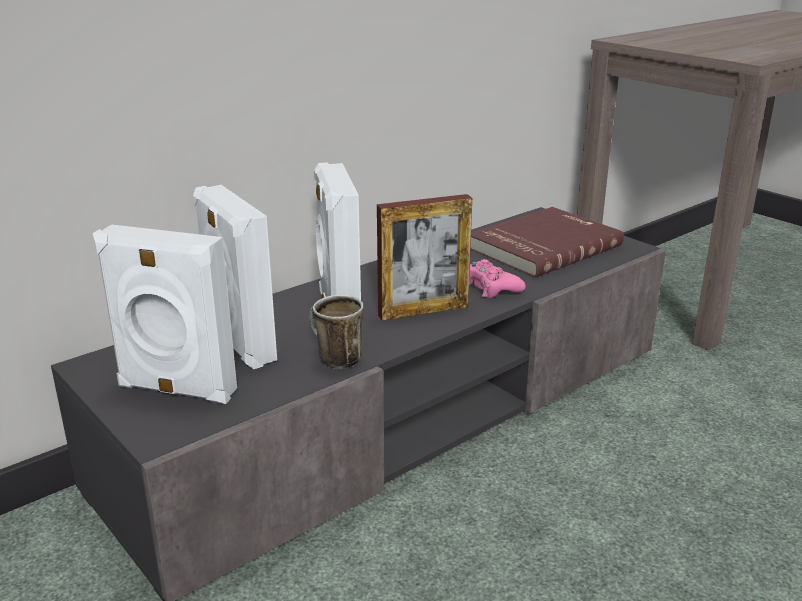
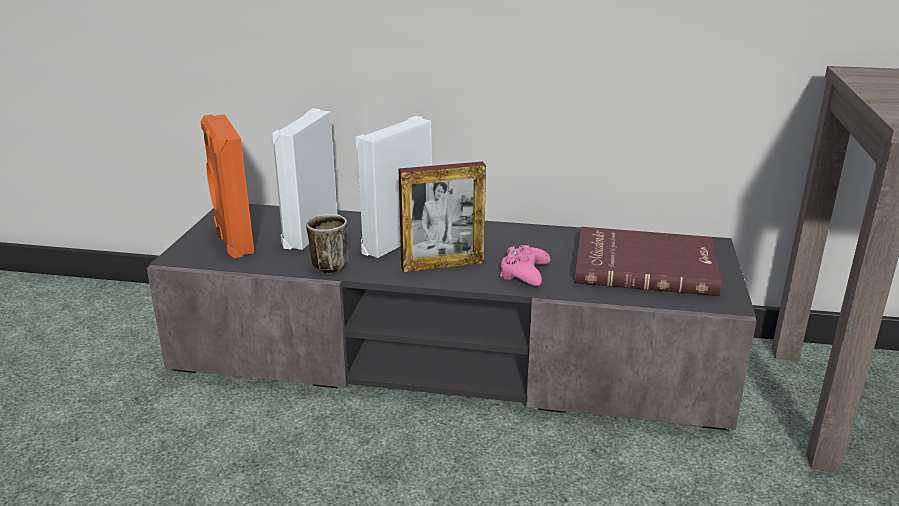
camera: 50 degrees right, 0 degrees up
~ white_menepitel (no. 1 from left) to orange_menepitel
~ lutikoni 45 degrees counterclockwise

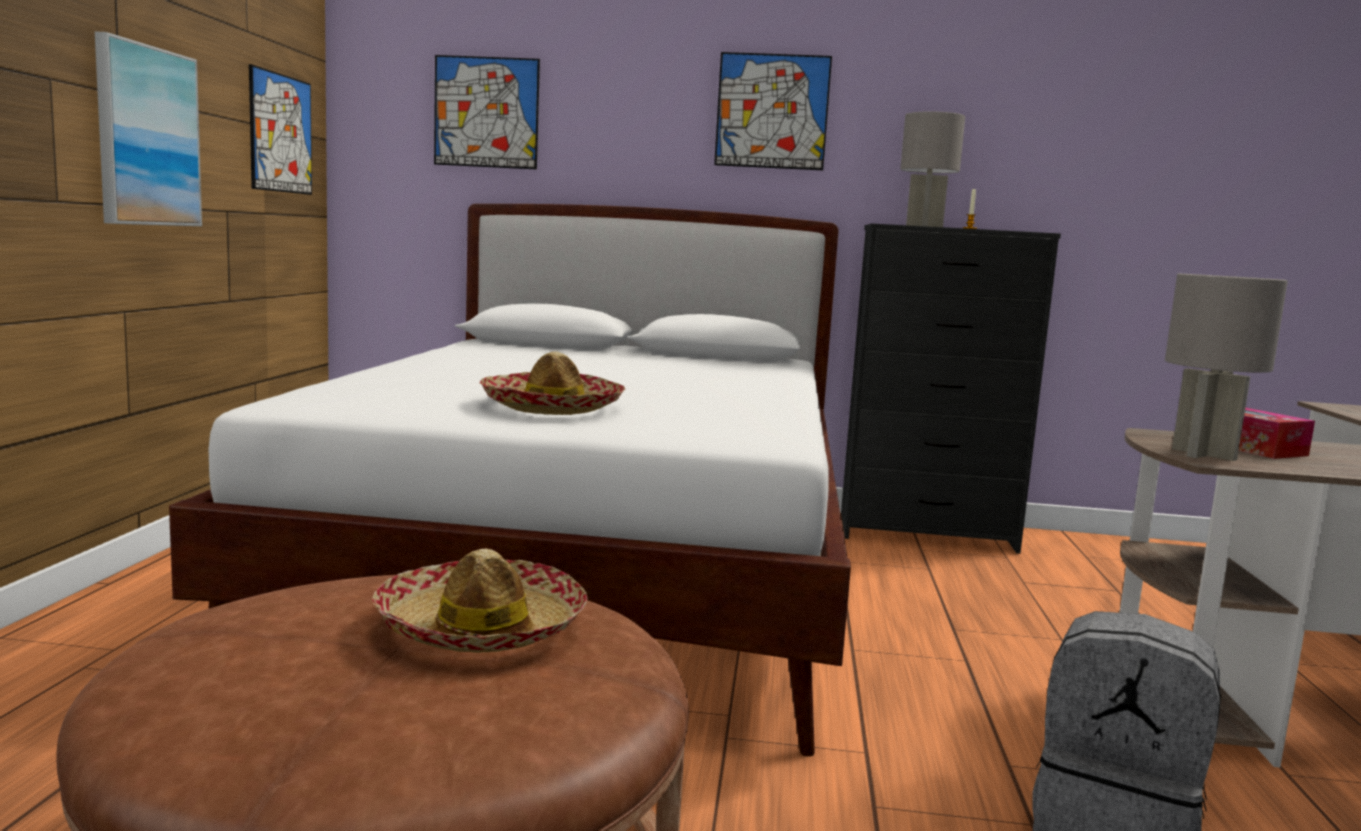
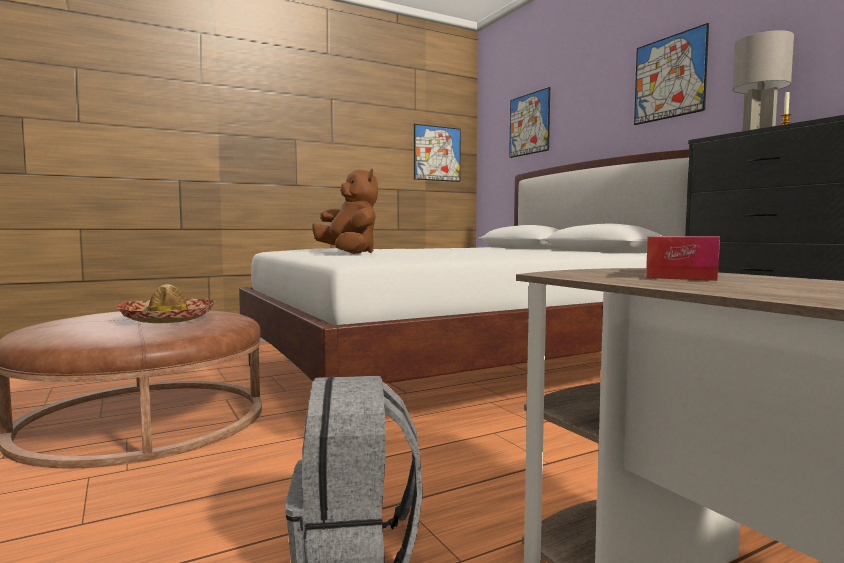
camera: 55 degrees right, 5 degrees down
- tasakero (no. 1 from left)
~ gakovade (no. 2 from left) to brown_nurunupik
- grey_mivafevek (no. 2 from left)

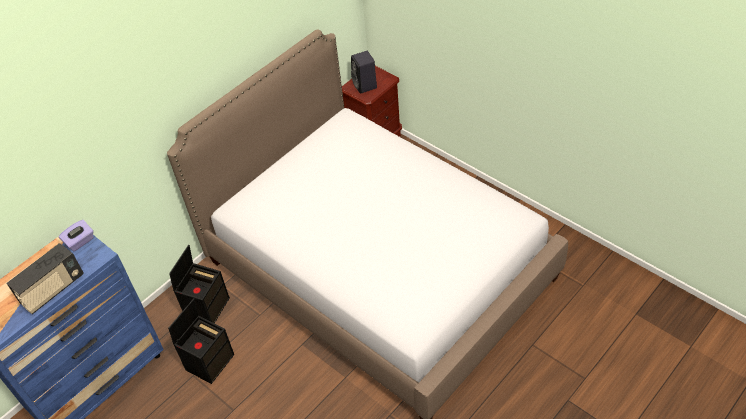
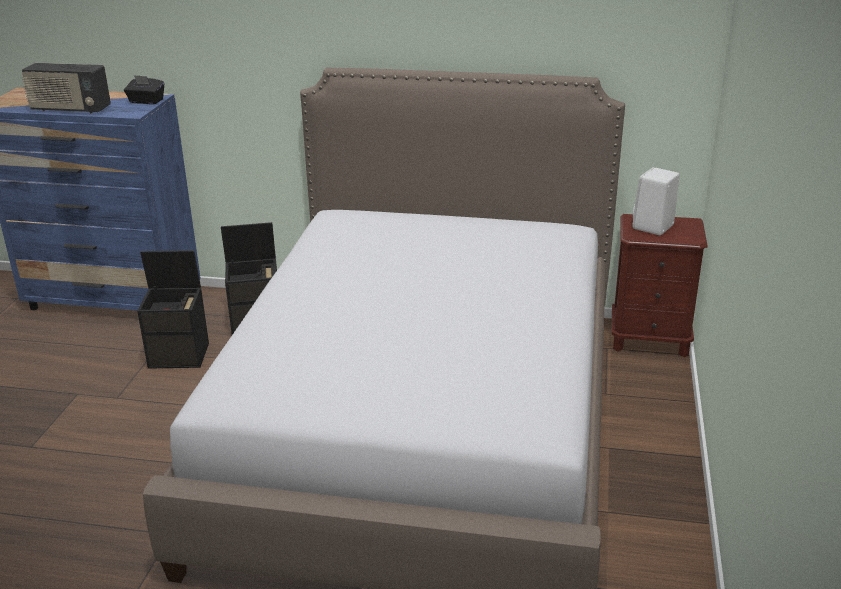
camera: 55 degrees right, 20 degrees down
~ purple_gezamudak to black_gezamudak
~ black_menepitel to white_menepitel

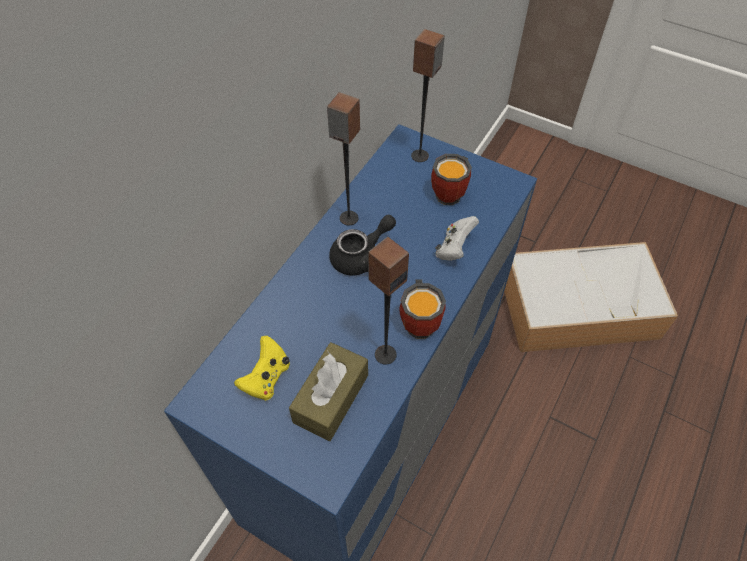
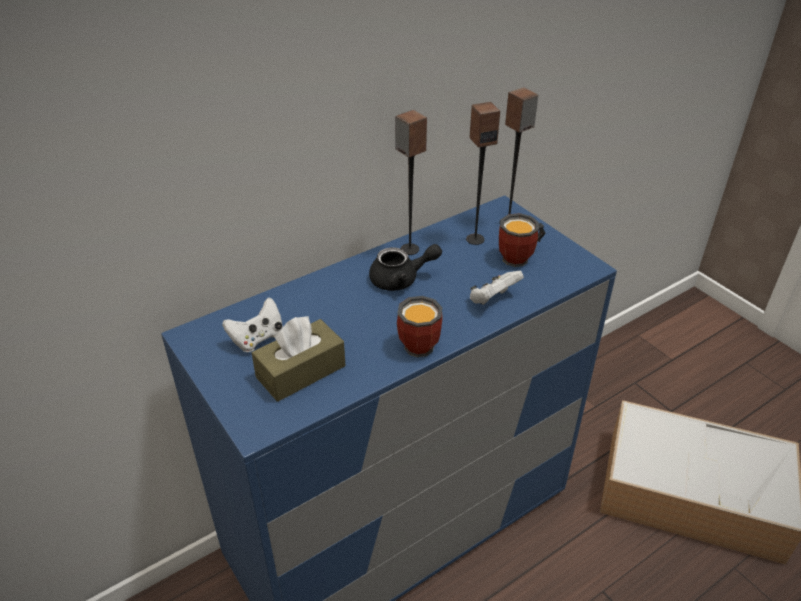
camera: 25 degrees right, 15 degrees down
~ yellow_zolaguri to white_zolaguri (no. 1 from left)
~ menepitel (no. 2 from left)

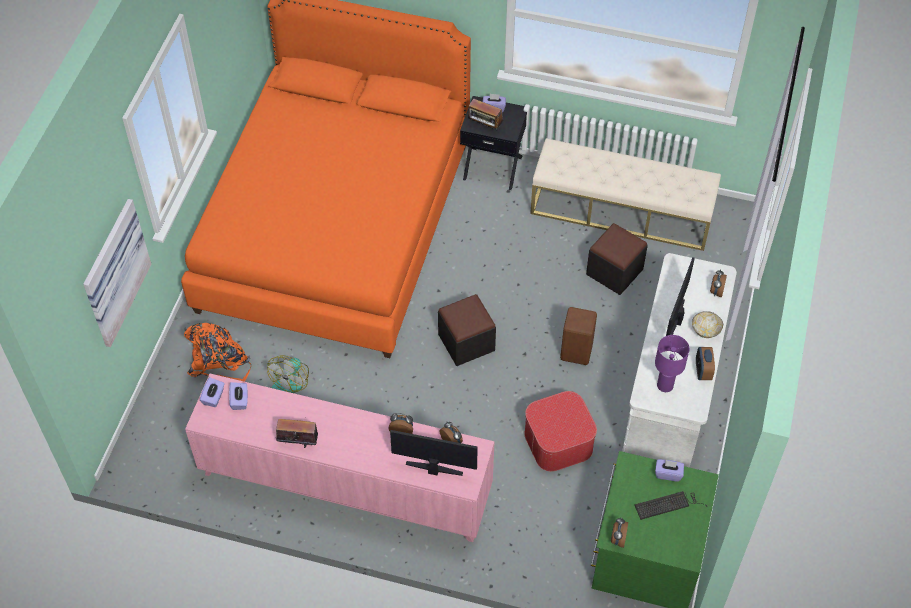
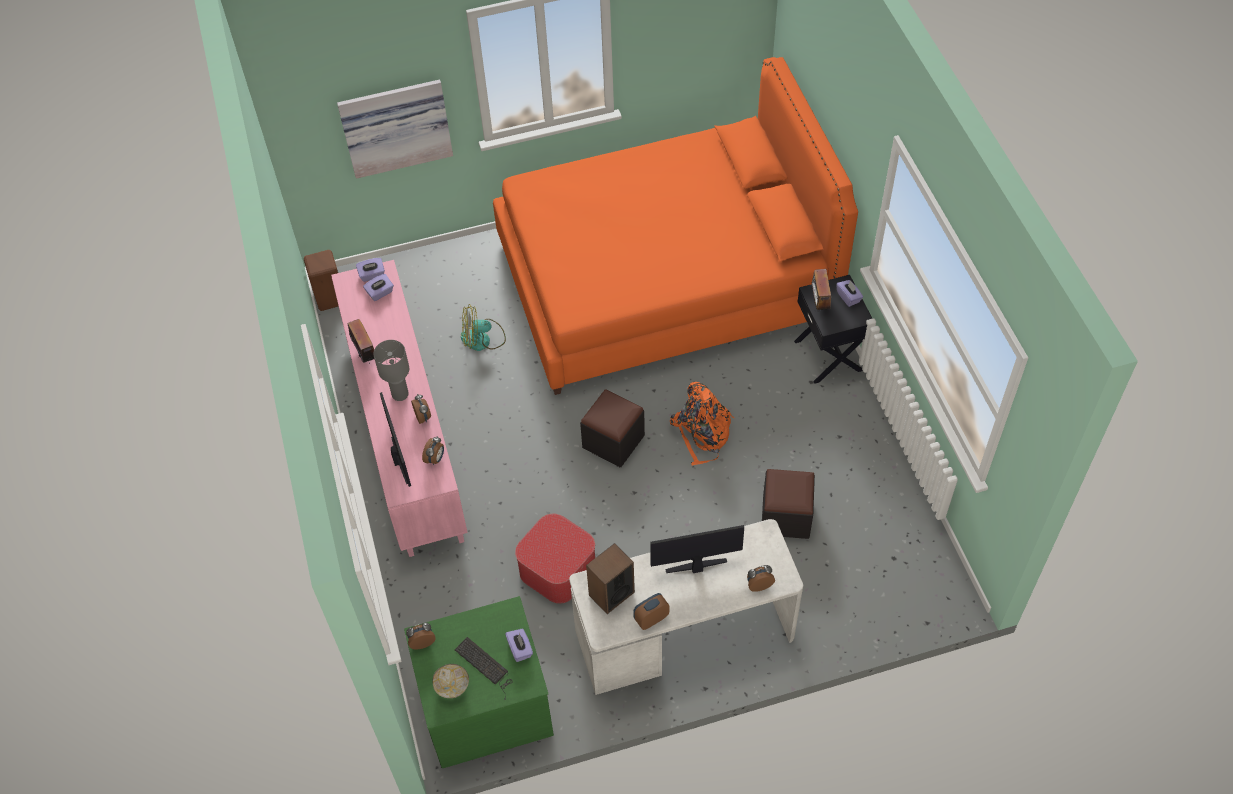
camera: 60 degrees right, 0 degrees up
~ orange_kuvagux
- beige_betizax
~ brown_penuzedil
~ purple_mivafevek to menepitel
~ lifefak
+ grey_mivafevek

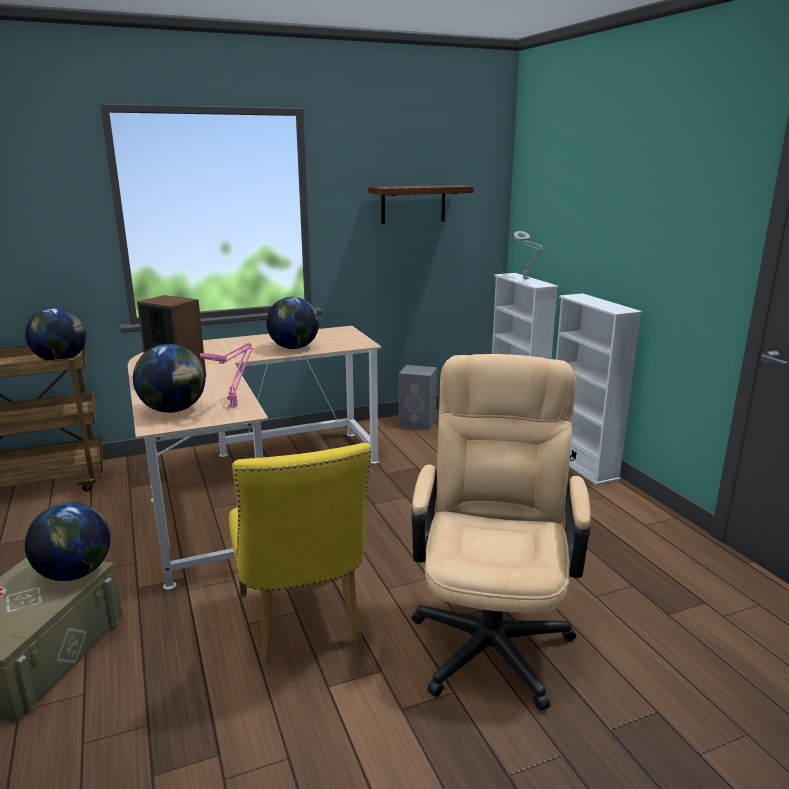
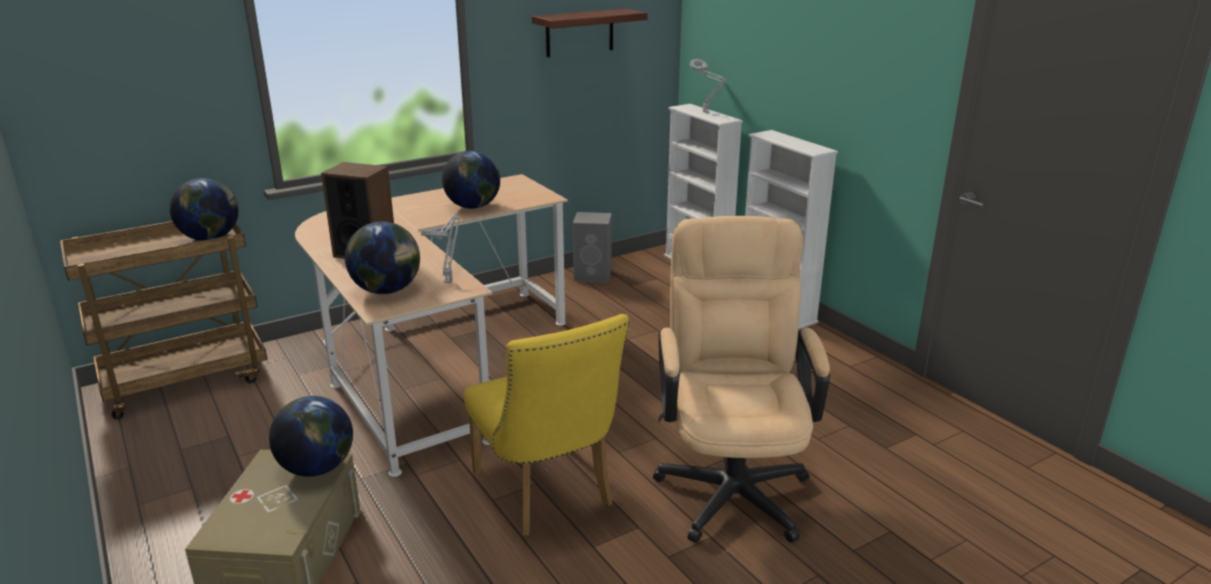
camera: 10 degrees left, 5 degrees up
~ pink_mivafevek to grey_mivafevek (no. 1 from left)

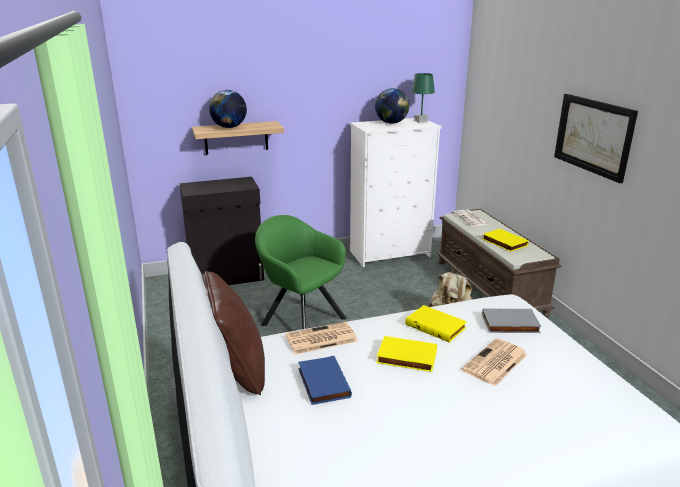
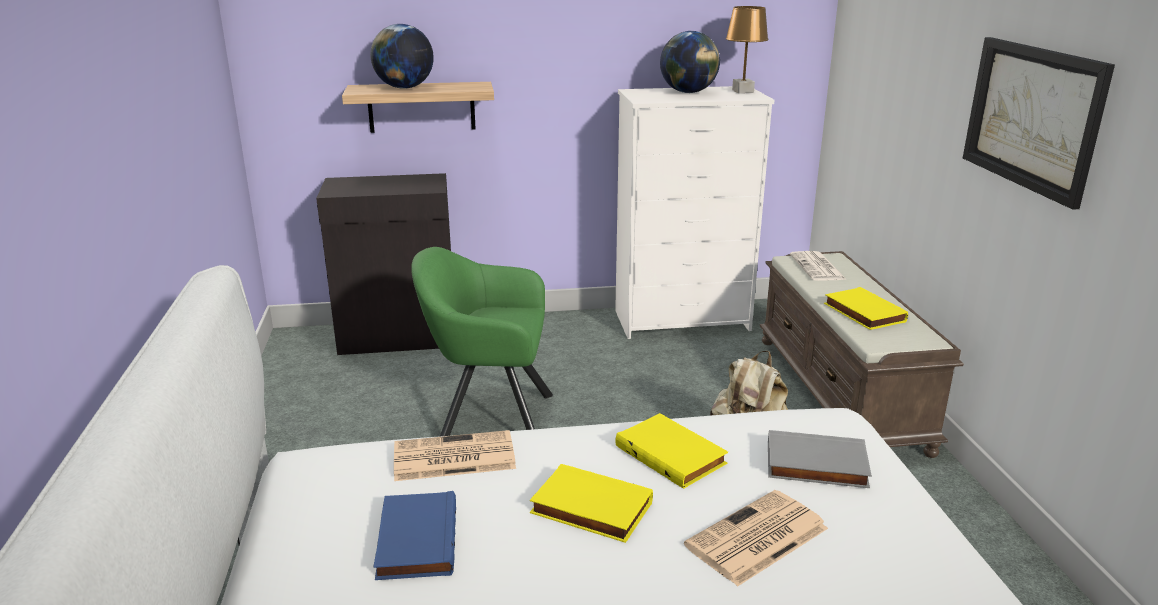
camera: 10 degrees right, 0 degrees up
- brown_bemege
~ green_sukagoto 45 degrees counterclockwise
~ green_mivafevek to brown_mivafevek

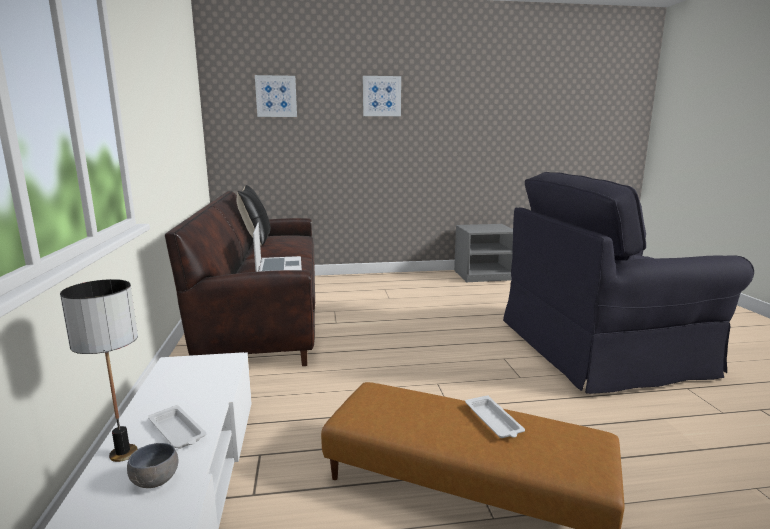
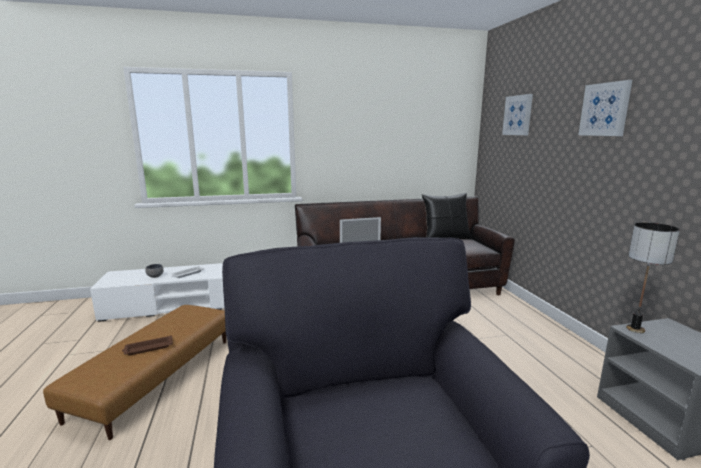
camera: 85 degrees right, 0 degrees up
~ mivafevek
~ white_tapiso (no. 2 from left) to brown_tapiso

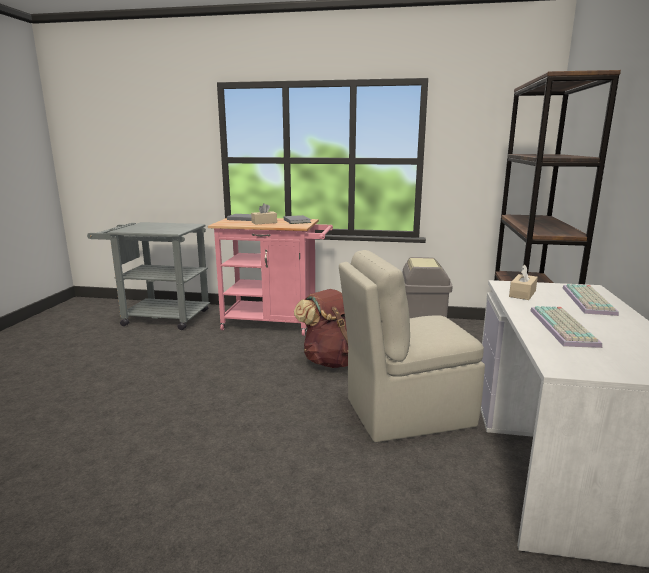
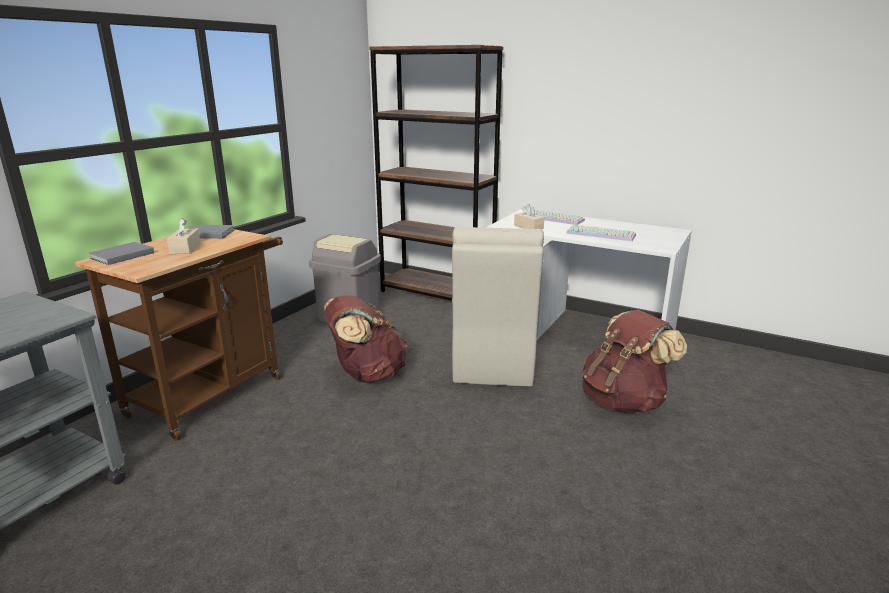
camera: 70 degrees left, 5 degrees up
~ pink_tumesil to brown_tumesil
+ brown_kuvagux (no. 2 from left)

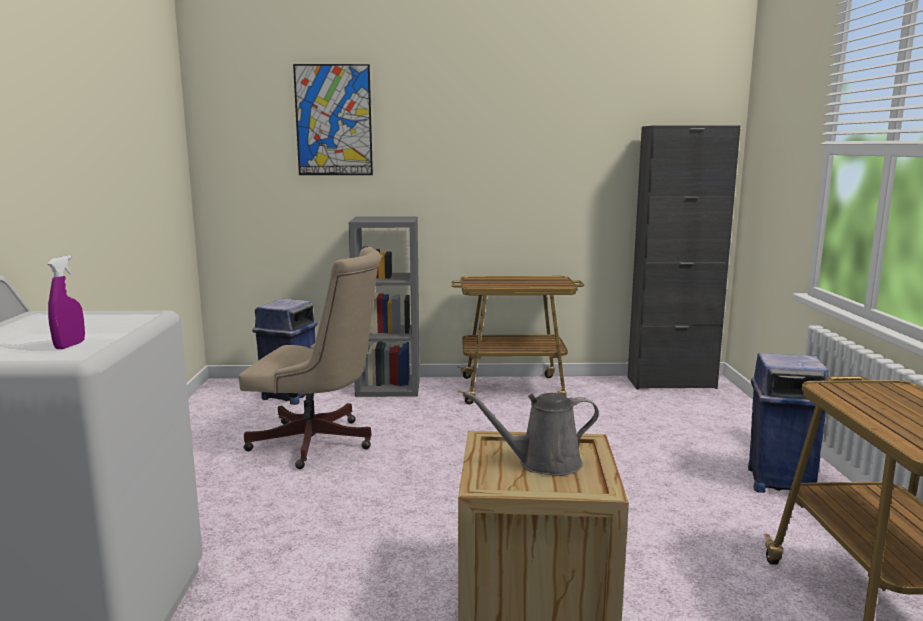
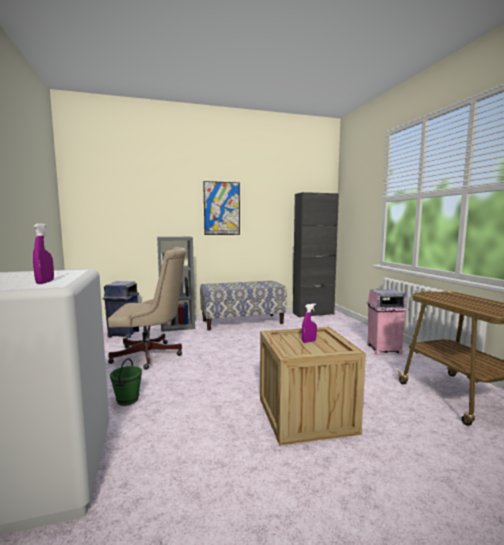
camera: 15 degrees left, 5 degrees down
~ tasakero
~ tumesil (no. 1 from left) to betizax
~ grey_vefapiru to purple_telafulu (no. 2 from left)
~ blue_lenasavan (no. 2 from left) to pink_lenasavan
+ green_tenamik

